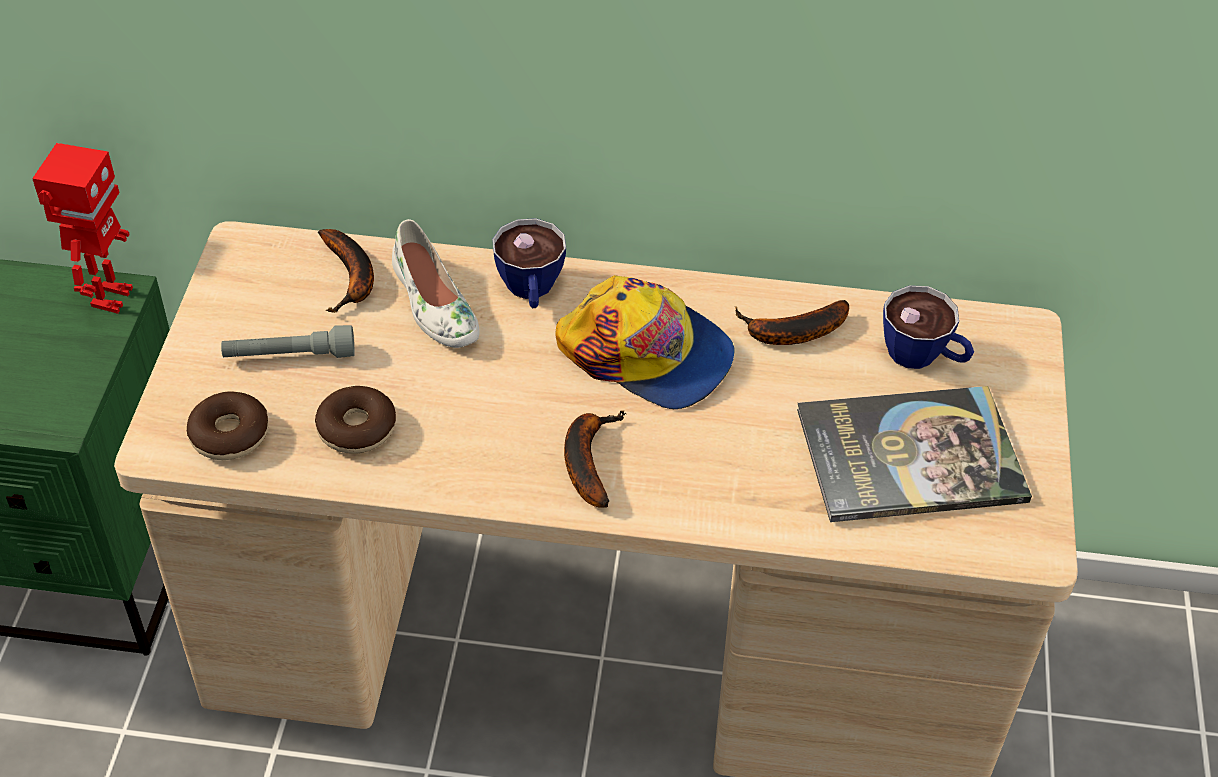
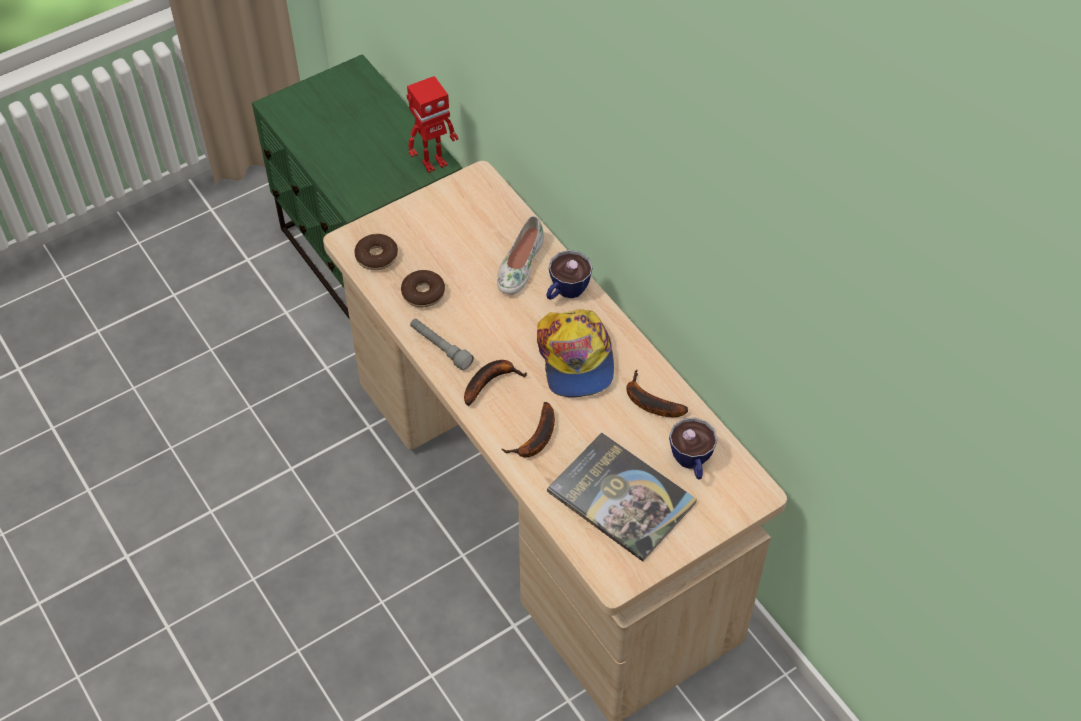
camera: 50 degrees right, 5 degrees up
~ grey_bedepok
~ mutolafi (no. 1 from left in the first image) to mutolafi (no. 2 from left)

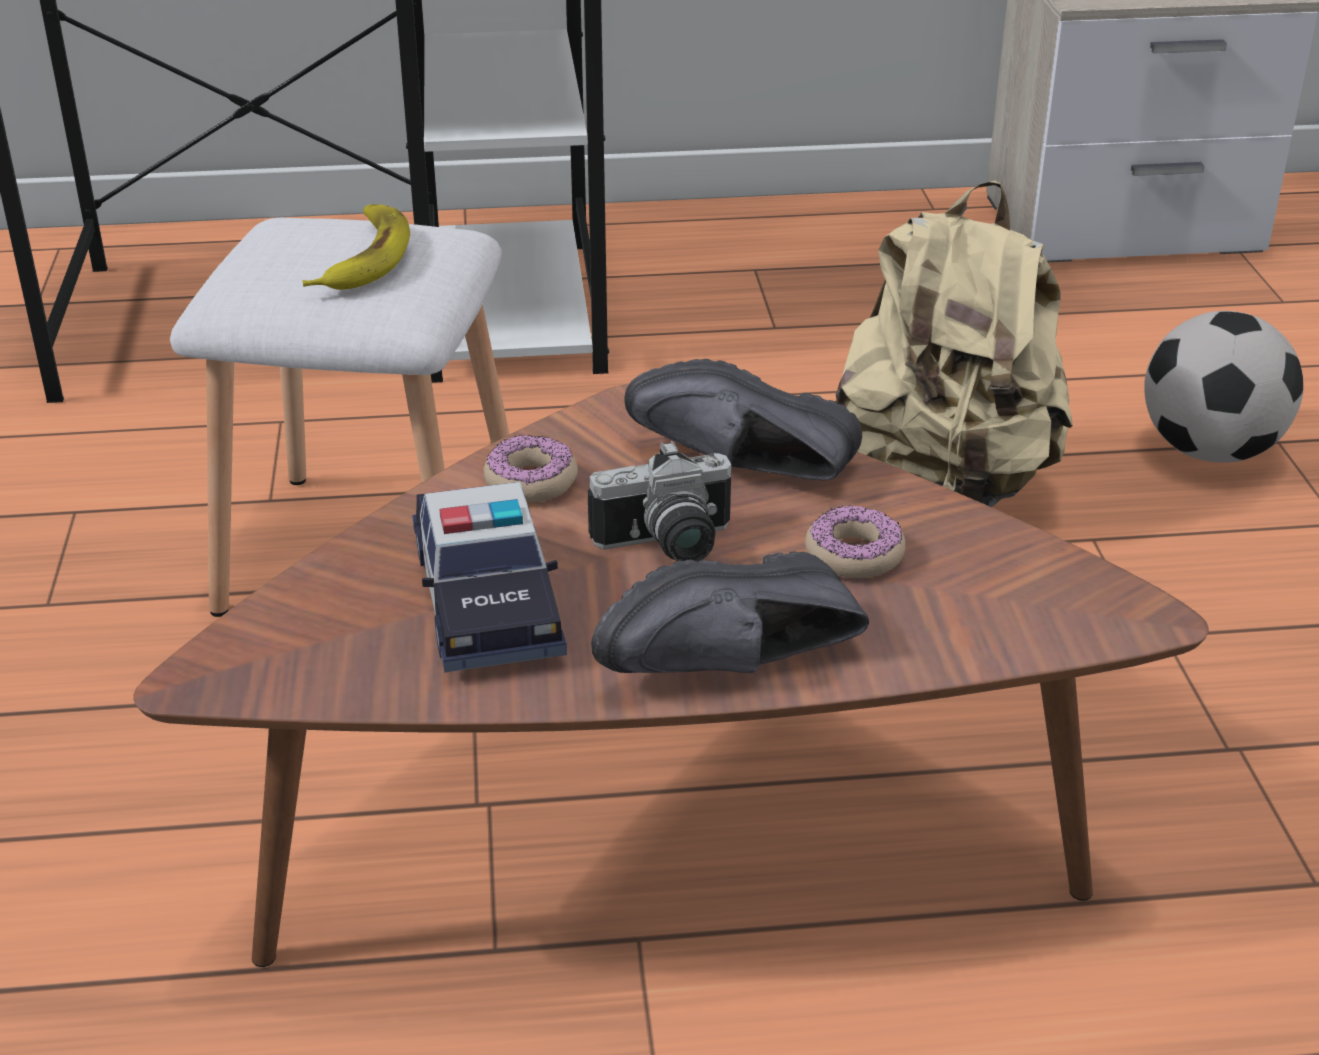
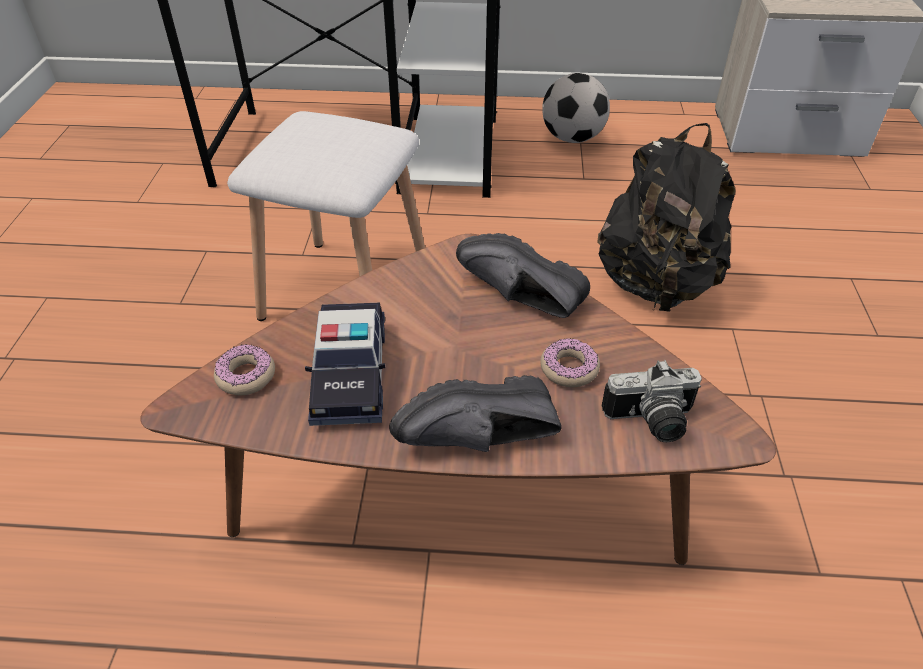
camera: 10 degrees right, 10 degrees up
- mutolafi
~ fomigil (no. 1 from left)
~ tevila
~ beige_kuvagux to black_kuvagux
~ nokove

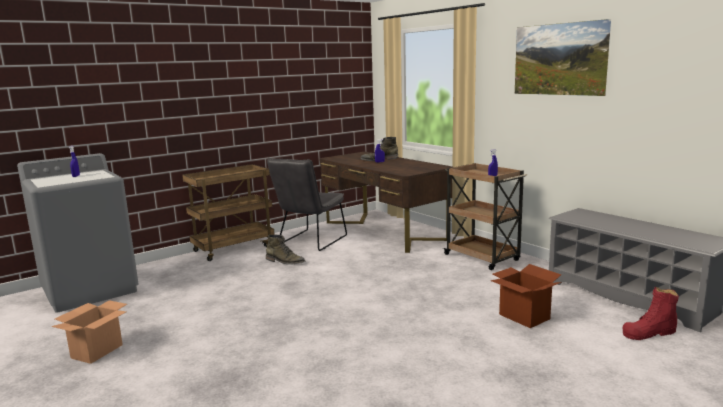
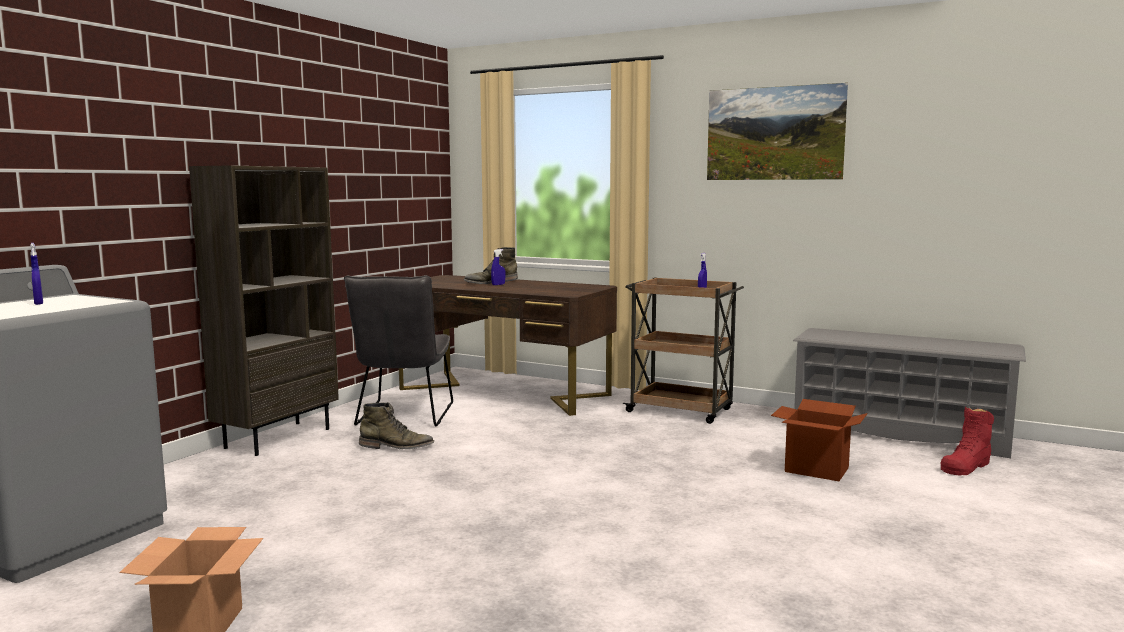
camera: 25 degrees left, 5 degrees down
~ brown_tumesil (no. 1 from left) to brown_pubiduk

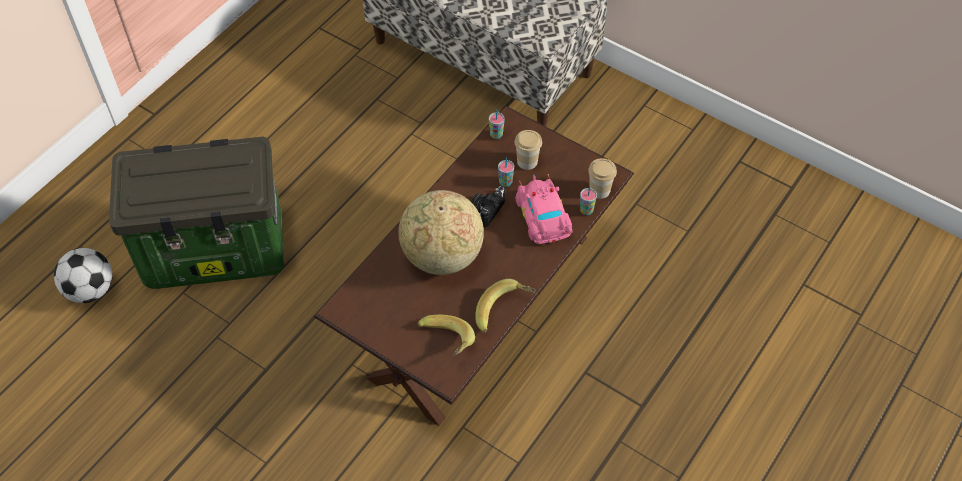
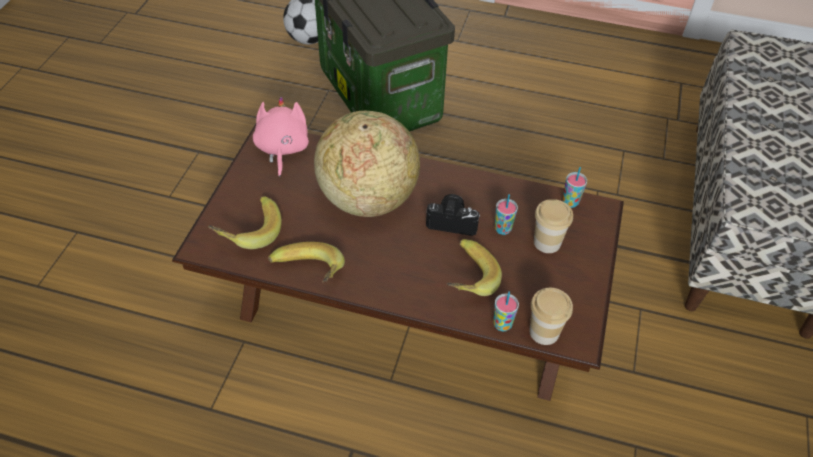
camera: 70 degrees right, 5 degrees down
~ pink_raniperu to mutolafi (no. 3 from left)
+ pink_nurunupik

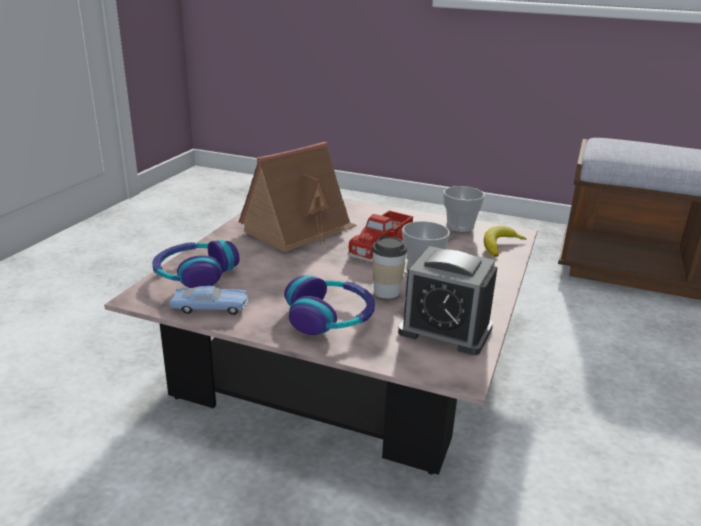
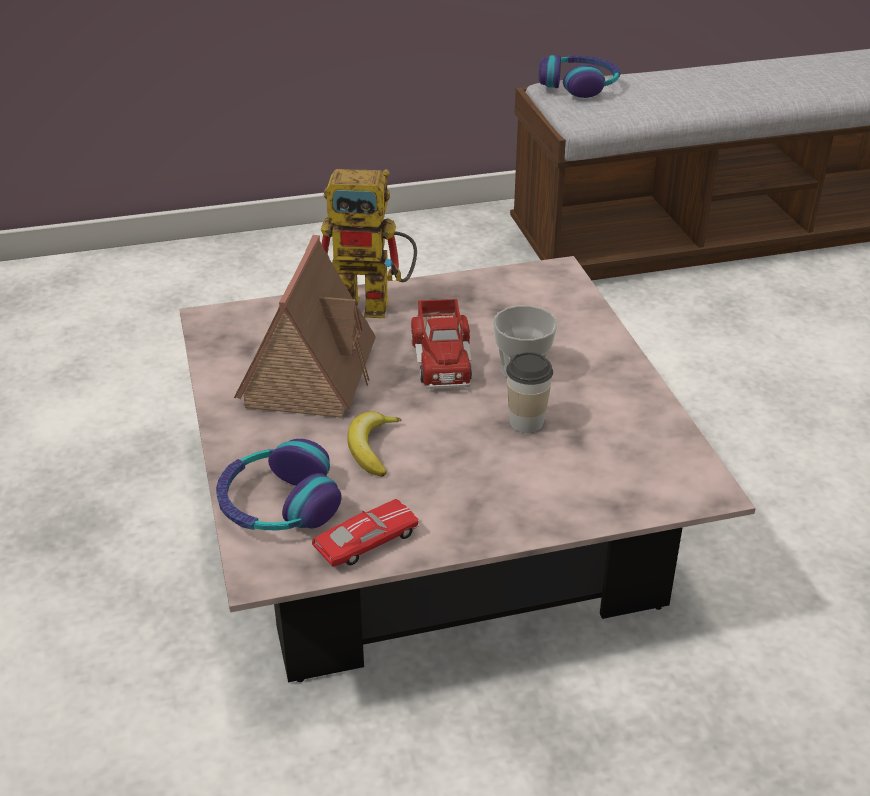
camera: 35 degrees left, 10 degrees up
~ blue_raniperu to red_raniperu
~ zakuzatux (no. 2 from left)
- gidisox
- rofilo (no. 3 from left)
~ mutolafi
+ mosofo

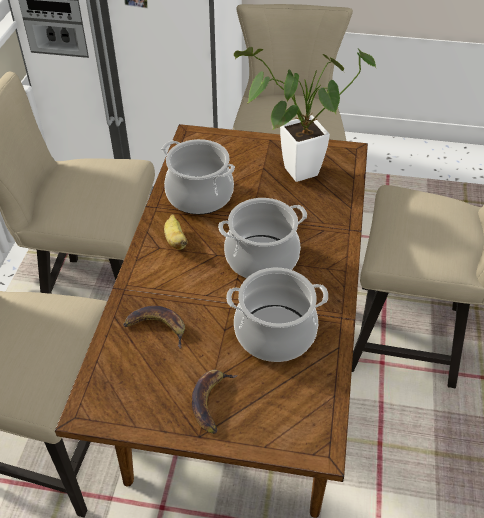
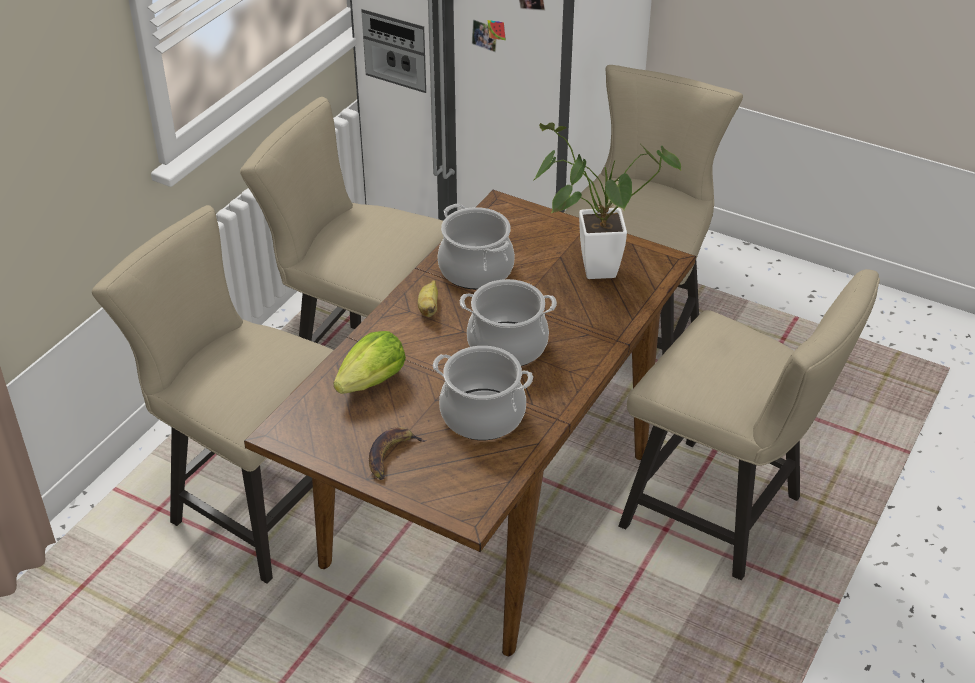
camera: 20 degrees right, 5 degrees down
~ mutolafi (no. 1 from left) to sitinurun

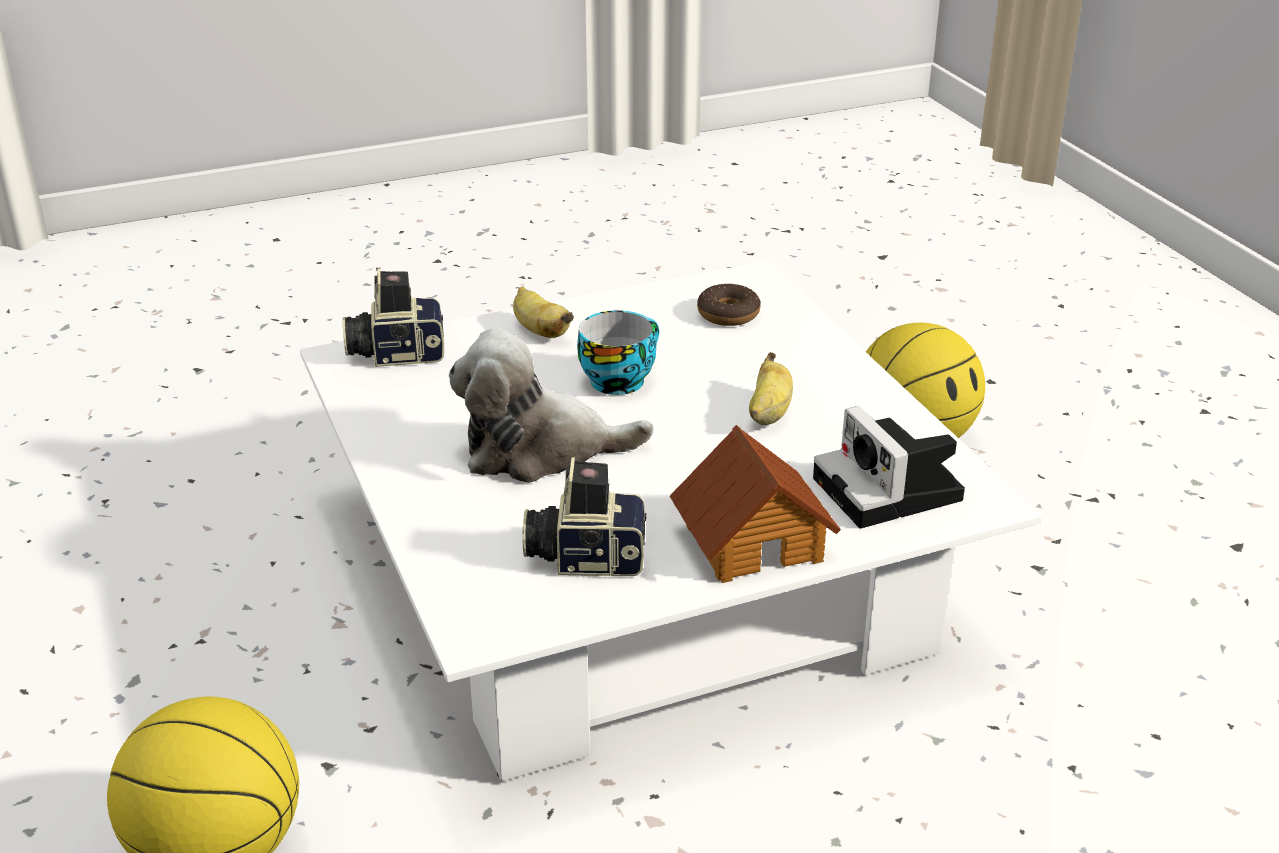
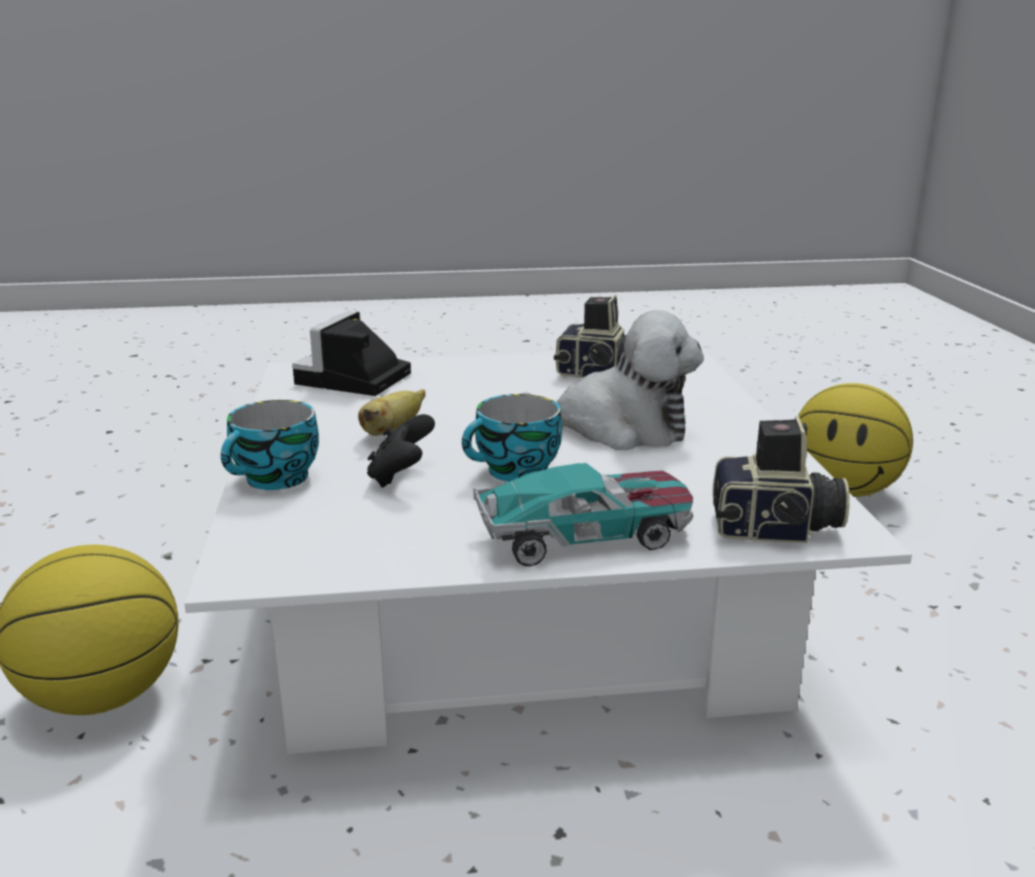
camera: 165 degrees left, 10 degrees down
~ mutolafi (no. 1 from left) to raniperu
- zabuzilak
- fomigil
~ tevila (no. 3 from left in the first image) 150 degrees counterclockwise
+ rofilo (no. 1 from left)
+ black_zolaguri

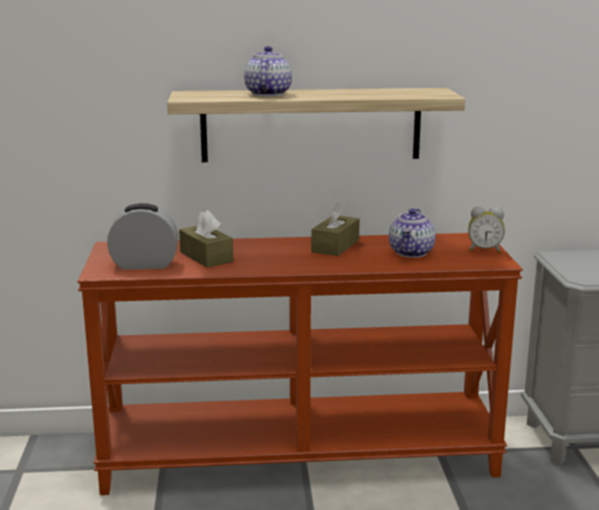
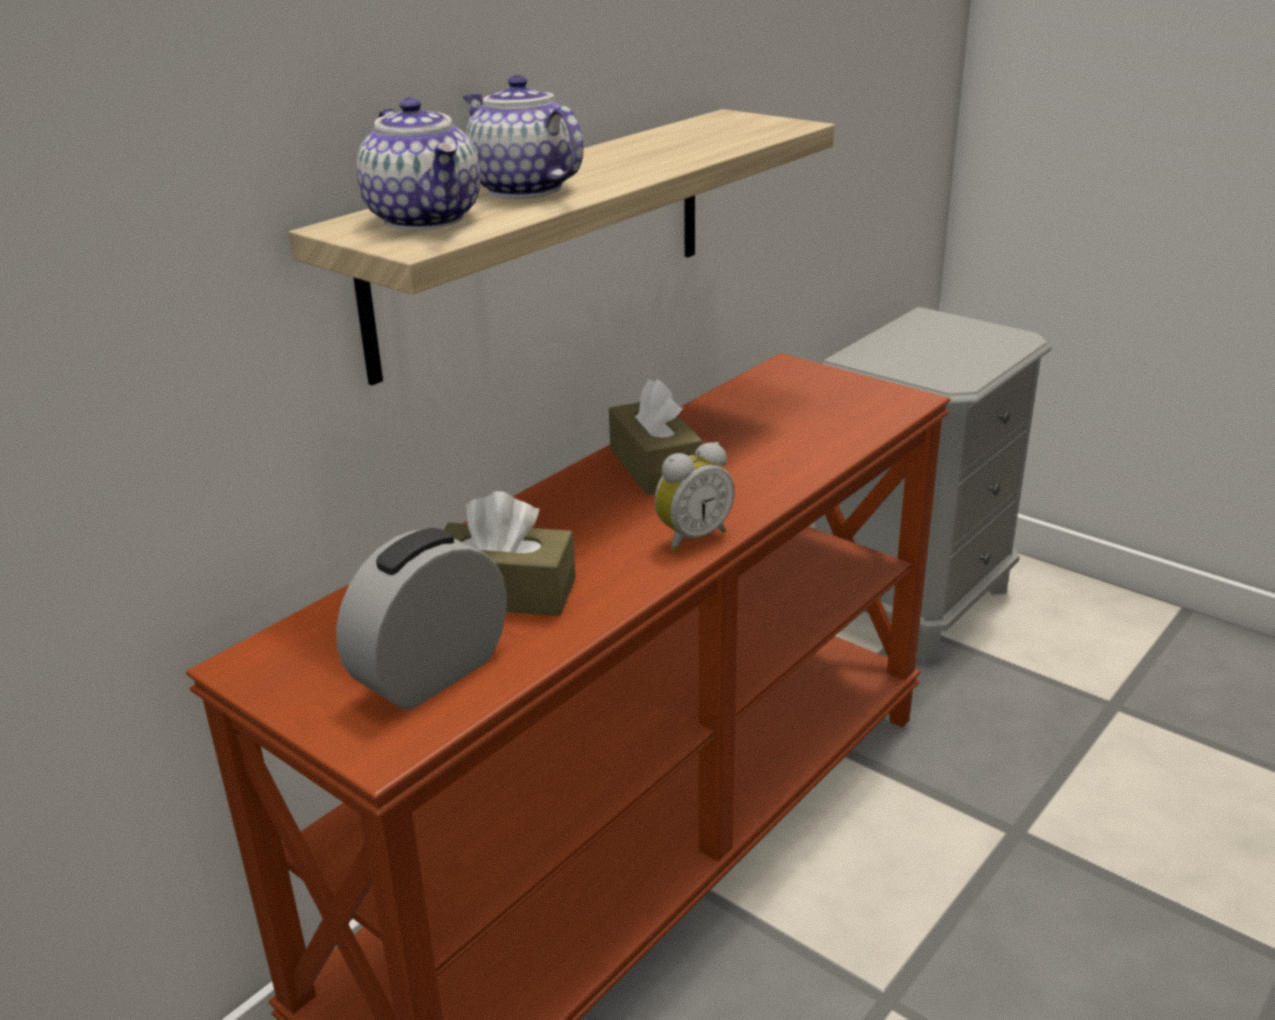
camera: 45 degrees left, 10 degrees up
~ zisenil (no. 2 from left in the first image) to zisenil (no. 1 from left)
~ gidisox (no. 2 from left)

